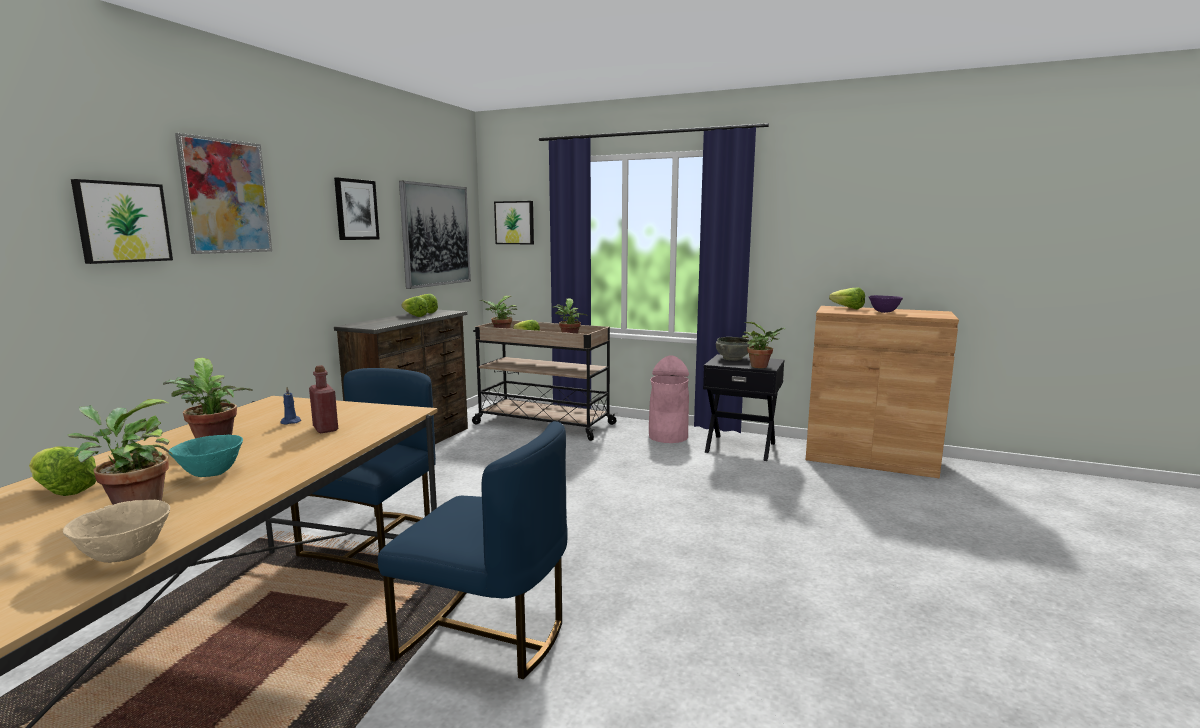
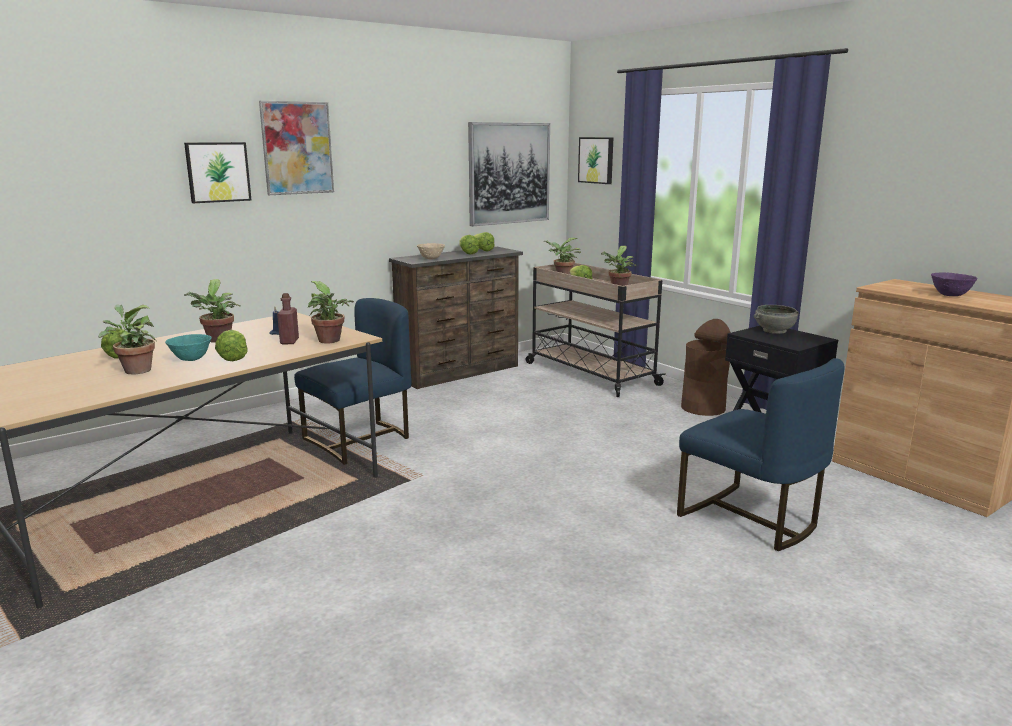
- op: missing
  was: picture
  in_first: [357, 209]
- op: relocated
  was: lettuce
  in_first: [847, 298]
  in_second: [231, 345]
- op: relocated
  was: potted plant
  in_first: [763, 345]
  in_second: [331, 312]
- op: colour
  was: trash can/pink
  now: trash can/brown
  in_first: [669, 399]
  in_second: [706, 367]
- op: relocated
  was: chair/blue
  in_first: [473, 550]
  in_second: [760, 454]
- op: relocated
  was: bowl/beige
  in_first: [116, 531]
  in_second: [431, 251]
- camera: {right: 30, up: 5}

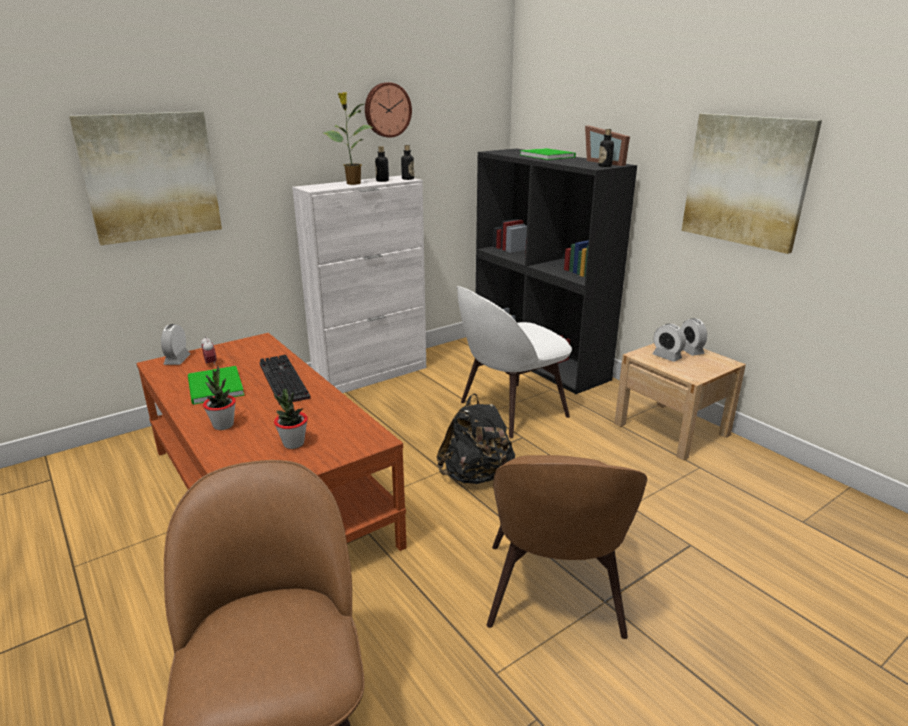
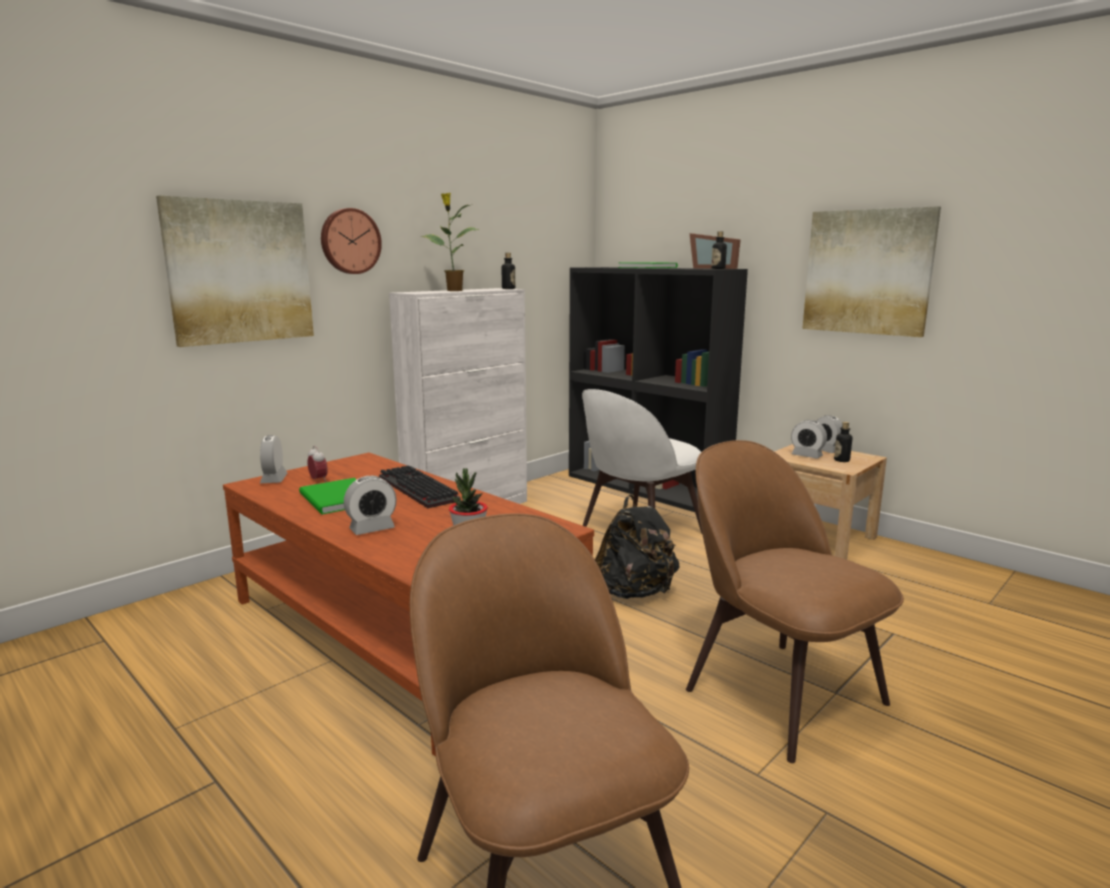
- op: relocated
  was: wall clock
  in_first: [388, 110]
  in_second: [351, 241]
- op: relocated
  was: bottle
  in_first: [382, 164]
  in_second: [843, 442]
- op: exchanged
  was: potted plant
  now: alarm clock
  in_first: [219, 398]
  in_second: [370, 505]
- op: spun
  was: chair/brown
  in_first: [567, 547]
  in_second: [795, 601]
  clockwise: 150
- camera: {right: -10, up: -10}

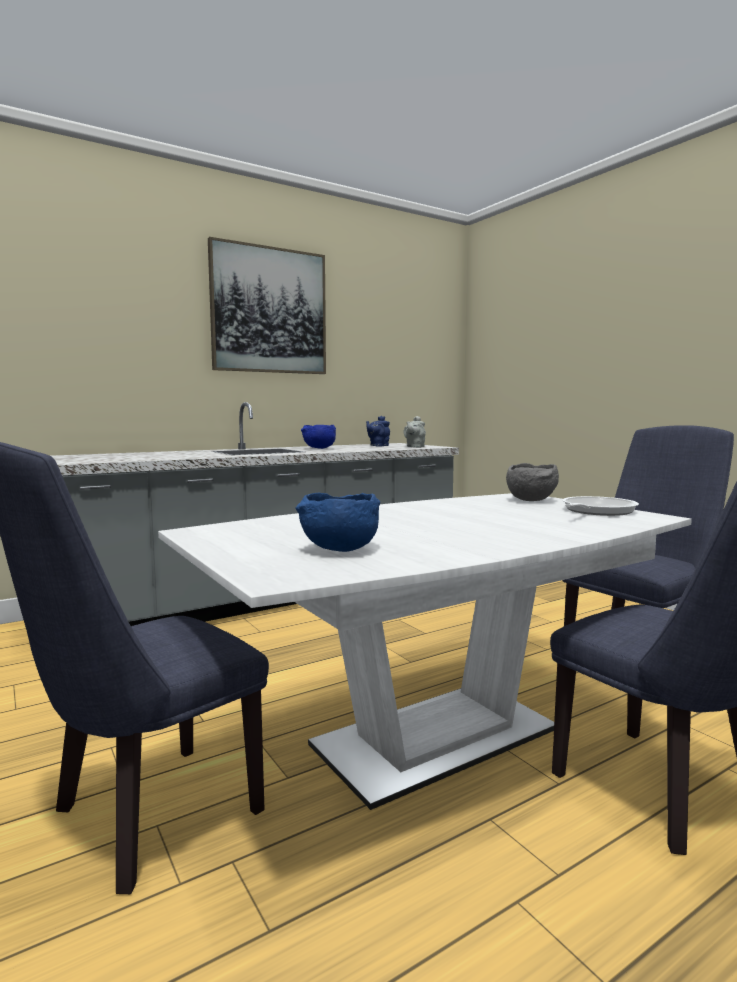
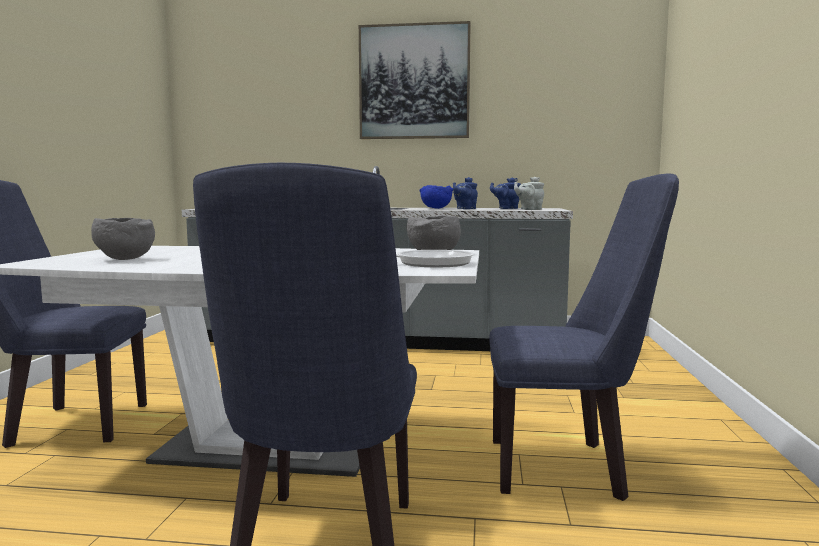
- op: colour
  was: bowl/blue
  now: bowl/grey
  in_first: [338, 522]
  in_second: [123, 239]
- op: appeared
  now: teapot/blue
  in_second: [465, 193]
- camera: {right: 40, up: 0}

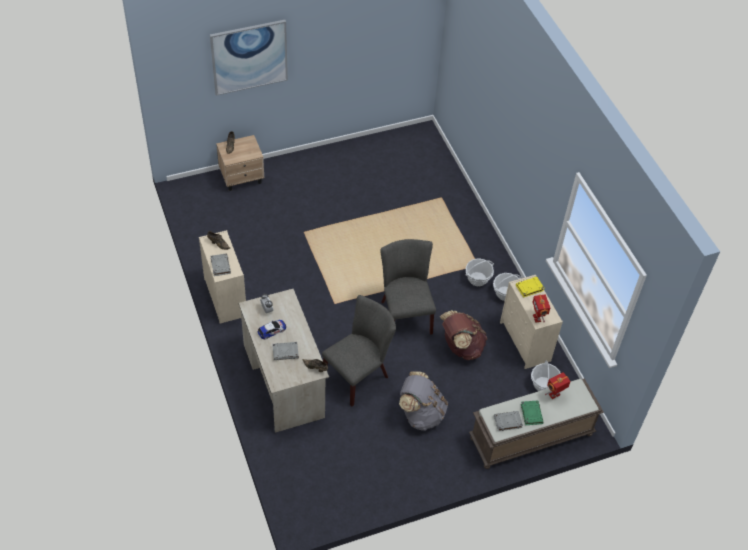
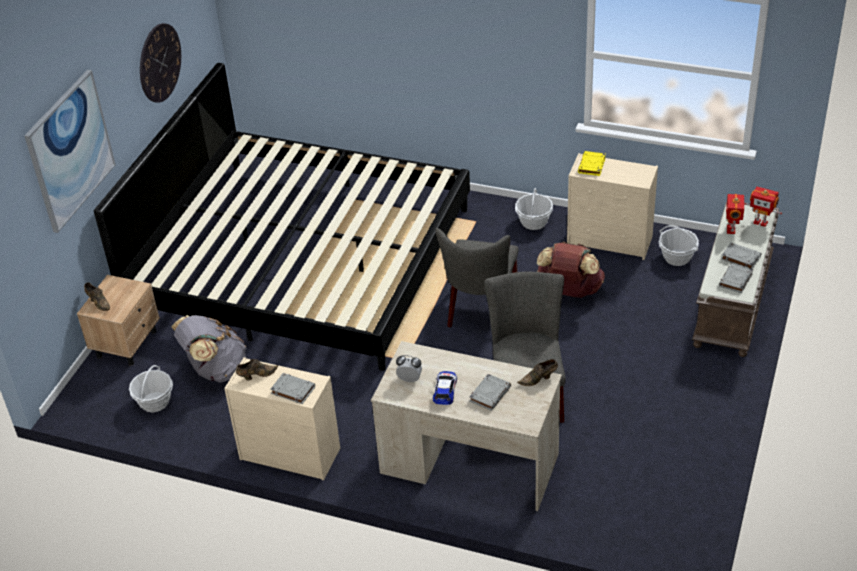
- op: spun
  was: chair/grey
  in_first: [408, 287]
  in_second: [476, 278]
  clockwise: -105
- op: relocated
  was: basket
  in_first: [480, 273]
  in_second: [151, 388]
- op: relocated
  was: toy robot
  in_first: [541, 309]
  in_second: [763, 207]
- op: relocated
  was: backpack/grey
  in_first: [423, 401]
  in_second: [209, 348]
- op: colour
  was: book/green
  now: book/grey
  in_first: [532, 412]
  in_second: [741, 256]
- op: appeared
  now: wall clock
  in_second: [160, 63]
- op: appeared
  now: bed
  in_second: [282, 217]
- camera: {right: -45, up: -10}

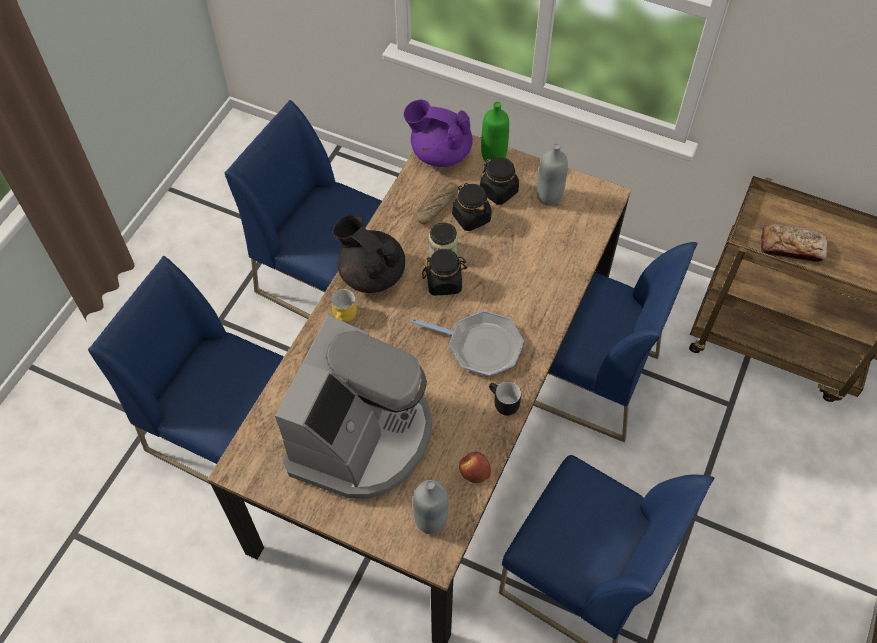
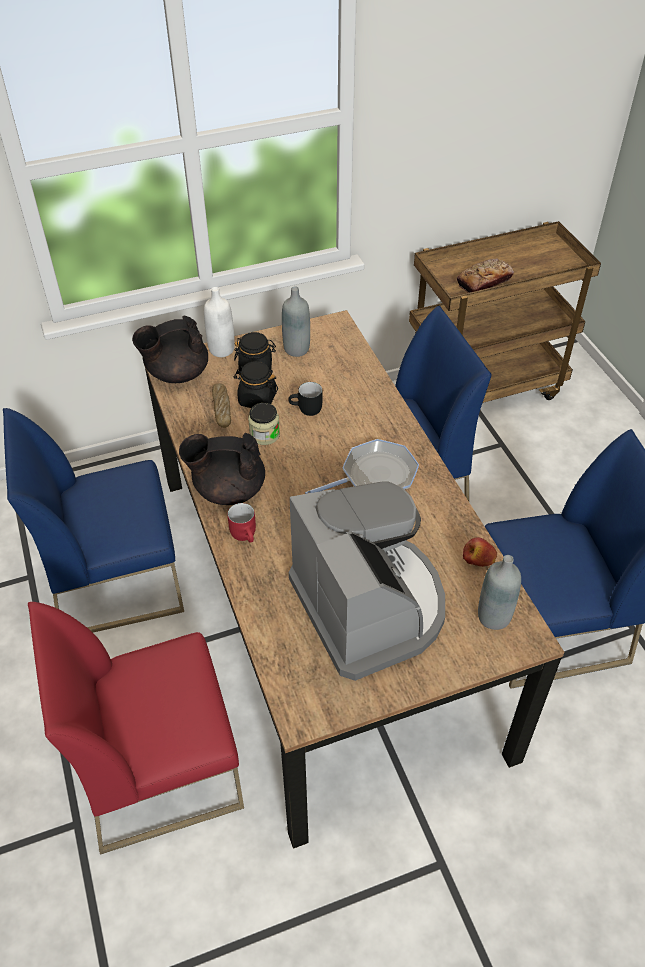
- op: colour
  was: teapot/purple
  now: teapot/black
  in_first: [438, 133]
  in_second: [170, 349]
- op: colour
  was: bottle/green
  now: bottle/white
  in_first: [495, 132]
  in_second: [219, 322]
- op: missing
  was: jar/black
  in_first: [444, 272]
- op: colour
  was: chair/blue
  now: chair/red
  in_first: [186, 370]
  in_second: [136, 728]
- op: colour
  was: mug/yellow
  now: mug/red
  in_first: [344, 305]
  in_second: [241, 523]
- op: relocated
  was: mug/black
  in_first: [505, 398]
  in_second: [305, 399]
- camera: {right: -45, up: -10}

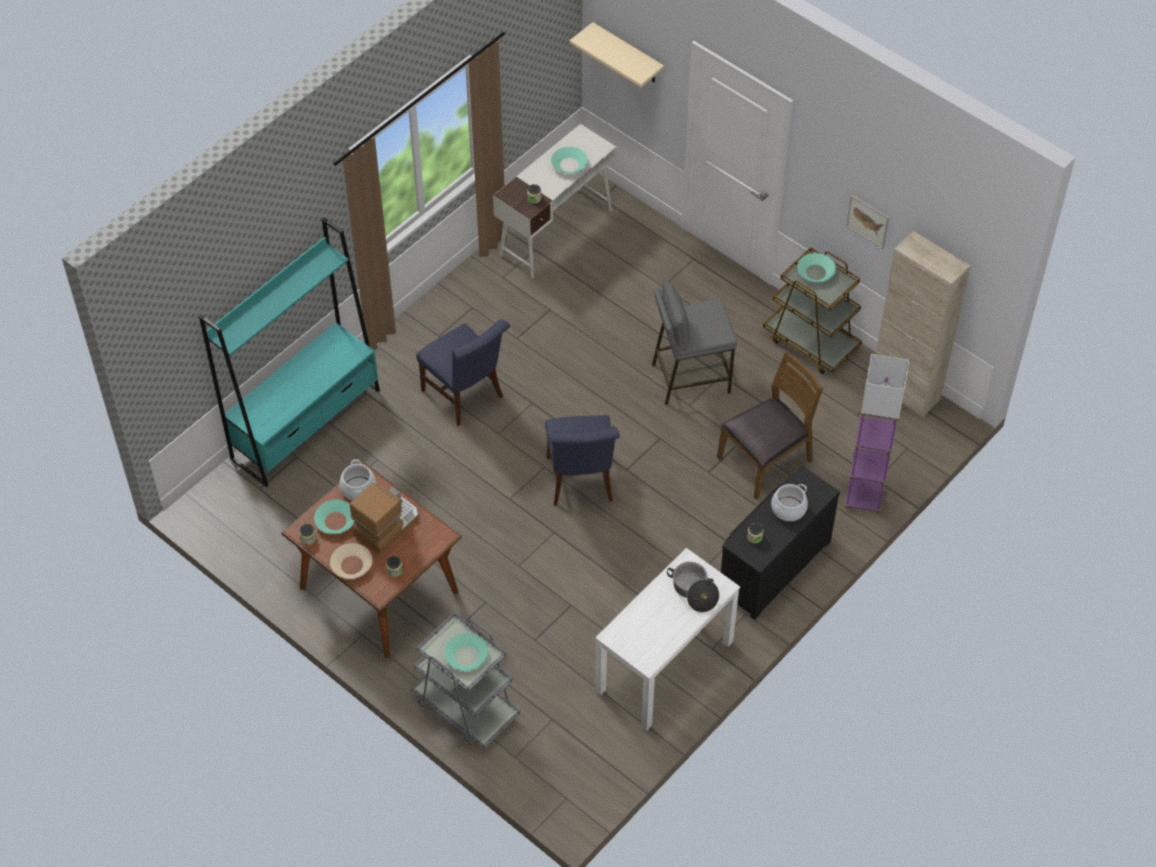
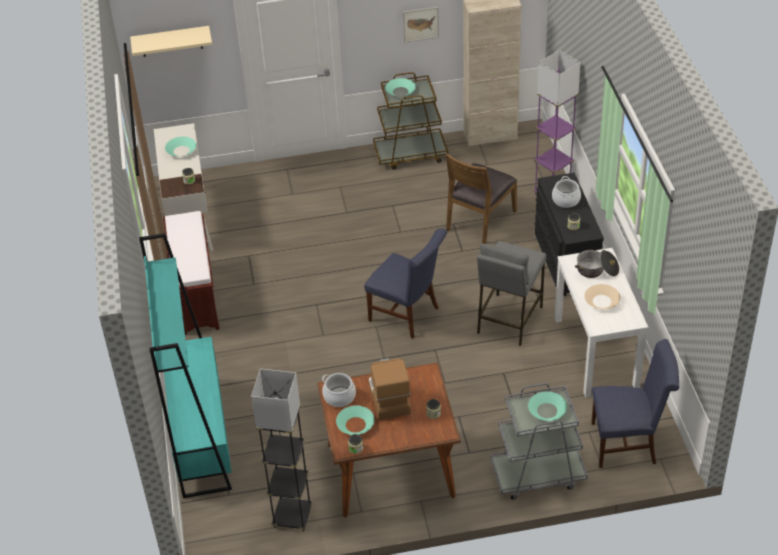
- op: relocated
  was: stool/grey
  in_first: [694, 342]
  in_second: [511, 293]
- op: relocated
  was: chair/blue
  in_first: [463, 373]
  in_second: [635, 403]
- op: spun
  was: chair/brown
  in_first: [770, 425]
  in_second: [481, 199]
  clockwise: -150
- op: relocated
  was: bowl/beige
  in_first: [351, 561]
  in_second: [602, 296]
- op: appeared
  now: bench/brown
  in_second: [191, 273]
- op: appeared
  now: floor lamp/grey
  in_second: [281, 450]
- camera: {right: -50, up: -10}

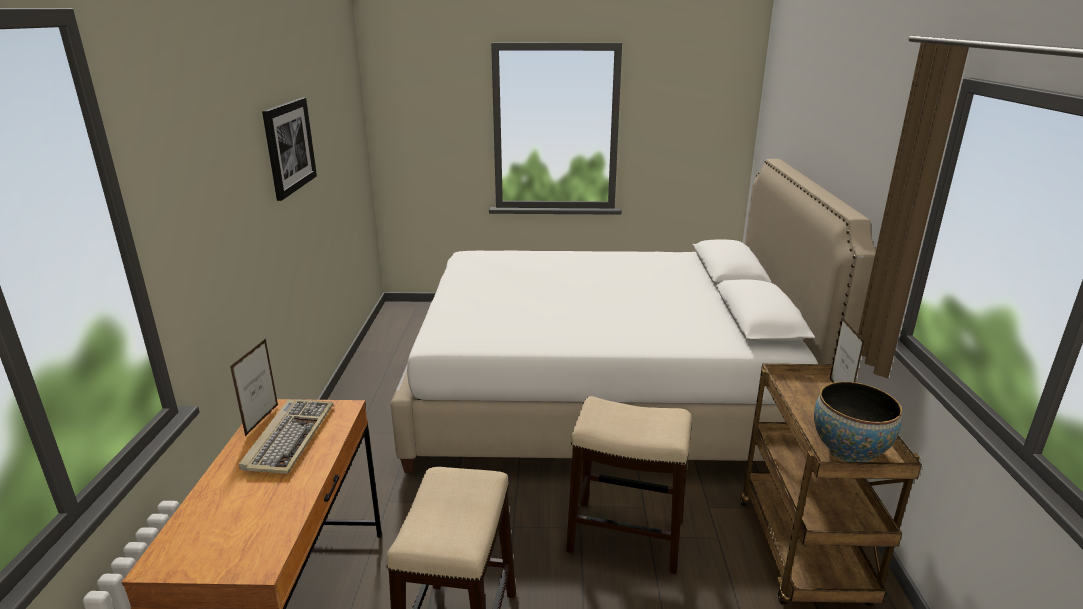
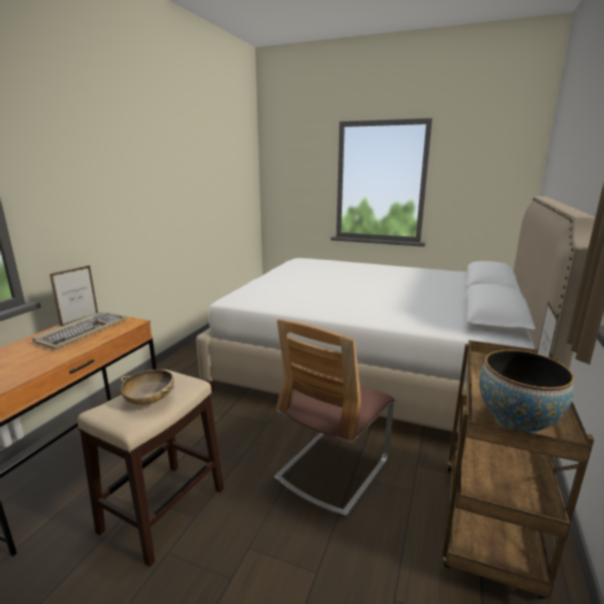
- op: missing
  was: picture
  in_first: [289, 149]
- op: exchanged
  was: stool
  now: chair
  in_first: [629, 485]
  in_second: [334, 418]
- op: appeared
  now: bowl/beige
  in_second: [147, 387]
- camera: {right: 20, up: -5}

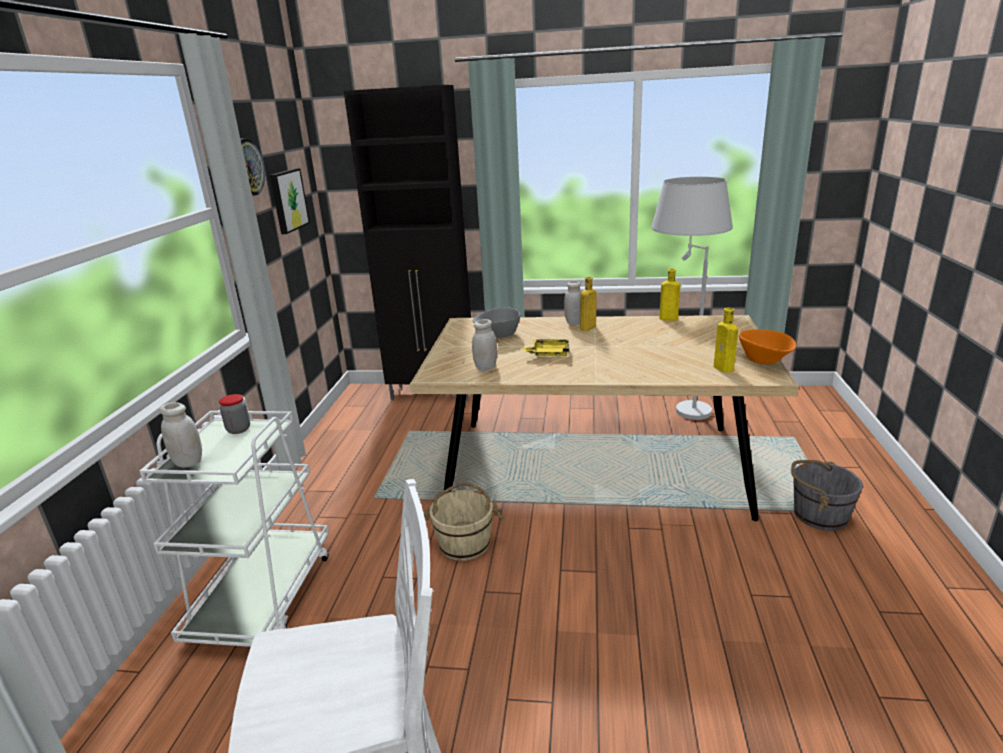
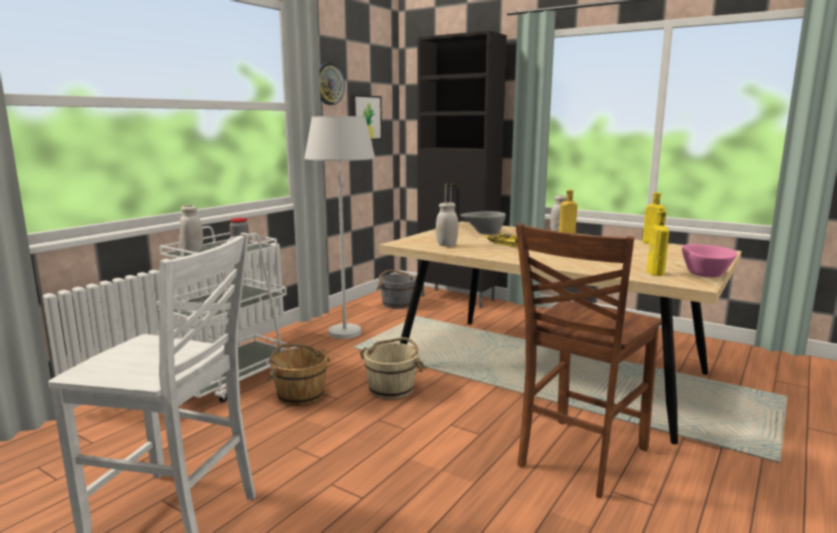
- op: relocated
  was: floor lamp/white
  in_first: [692, 298]
  in_second: [340, 227]
- op: colour
  was: bowl/orange
  now: bowl/pink
  in_first: [767, 346]
  in_second: [709, 260]
- op: relocated
  was: bucket/grey
  in_first: [827, 495]
  in_second: [396, 289]
- op: appeared
  now: chair/brown
  in_second: [589, 360]
- op: appeared
  now: bucket/brown
  in_second: [298, 374]
- camera: {right: 25, up: -10}

